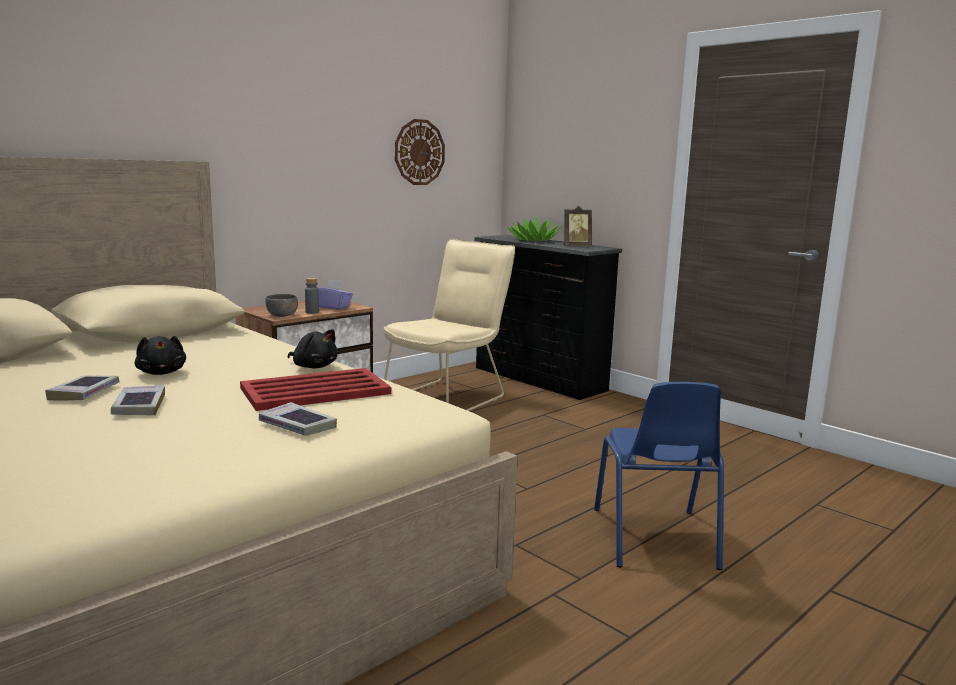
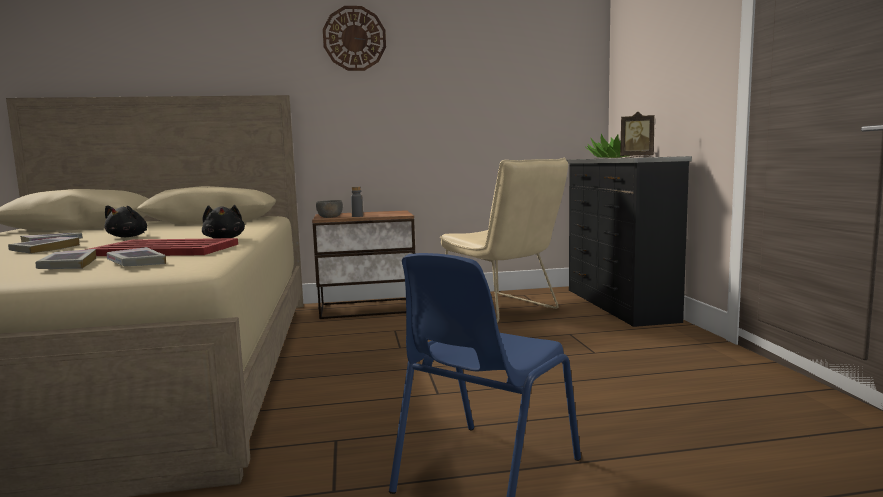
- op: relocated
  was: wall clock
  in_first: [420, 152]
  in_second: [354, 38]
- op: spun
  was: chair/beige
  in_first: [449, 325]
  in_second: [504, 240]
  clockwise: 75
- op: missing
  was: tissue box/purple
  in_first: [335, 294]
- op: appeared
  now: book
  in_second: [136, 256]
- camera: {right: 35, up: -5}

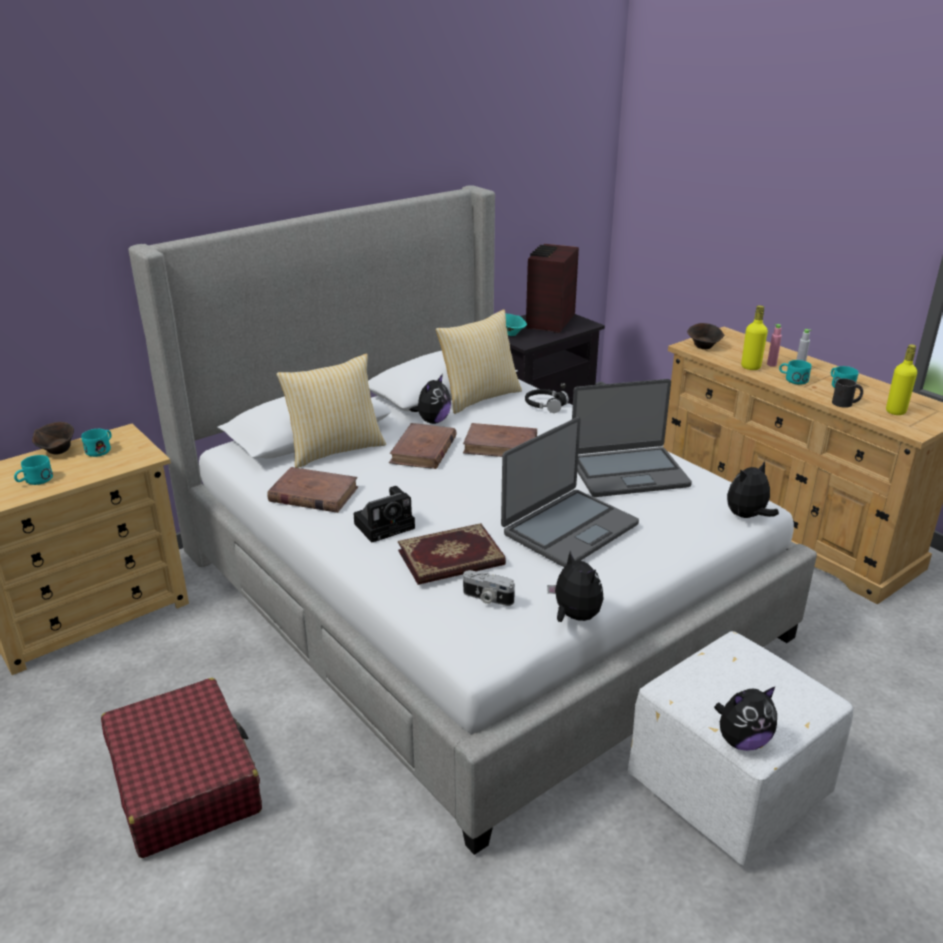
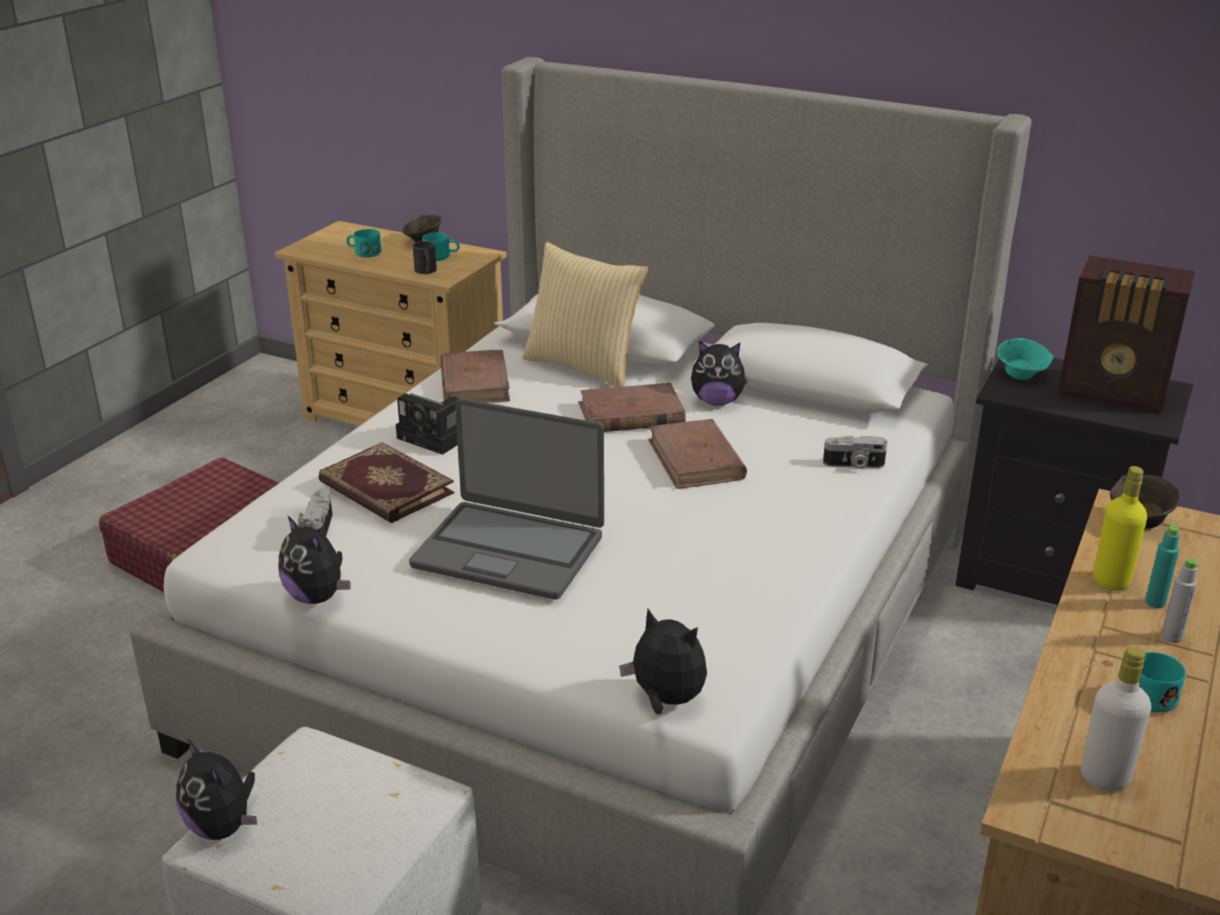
- op: spun
  was: radio
  in_first: [552, 288]
  in_second: [1126, 334]
  clockwise: -150
- op: missing
  was: pillow
  in_first: [479, 362]
- op: colour
  was: bottle/pink
  now: bottle/turquoise
  in_first: [774, 345]
  in_second: [1162, 566]
- op: colour
  was: bottle/yellow
  now: bottle/white
  in_first: [901, 379]
  in_second: [1116, 719]
- op: missing
  was: mug/turquoise
  in_first: [795, 372]
- op: relocated
  was: mug/black
  in_first: [847, 393]
  in_second: [425, 257]
- op: missing
  was: laptop
  in_first: [632, 438]
- op: exchanged
  was: headphones/black
  now: photo camera
  in_first: [547, 401]
  in_second: [855, 452]
- op: spun
  was: plush toy
  in_first: [575, 586]
  in_second: [315, 559]
  clockwise: 105
- camera: {right: 65, up: 0}

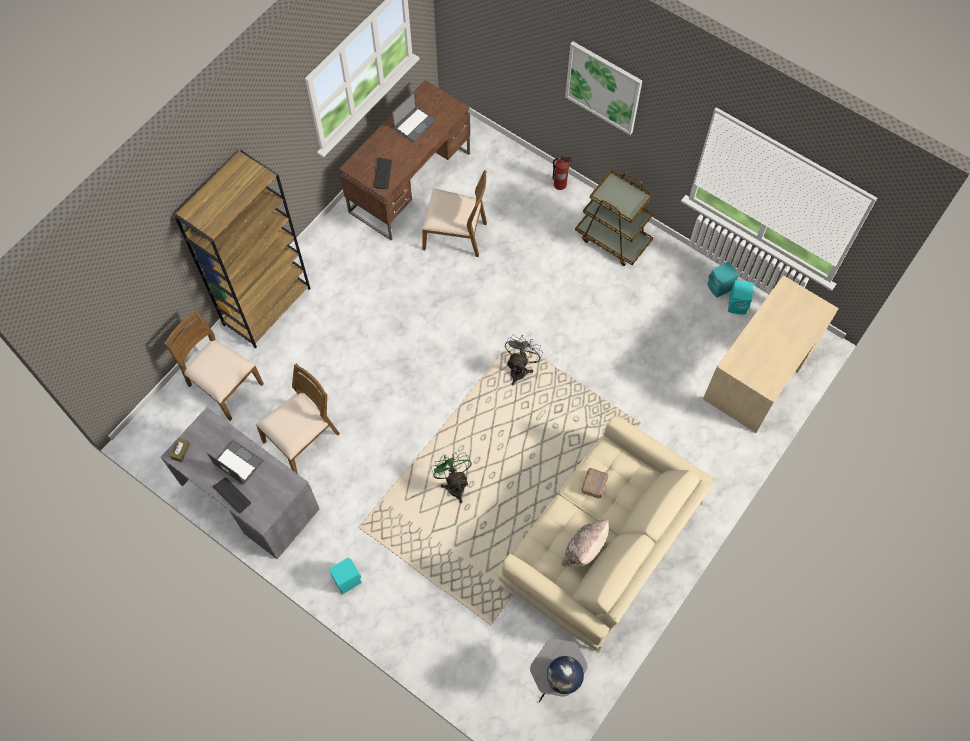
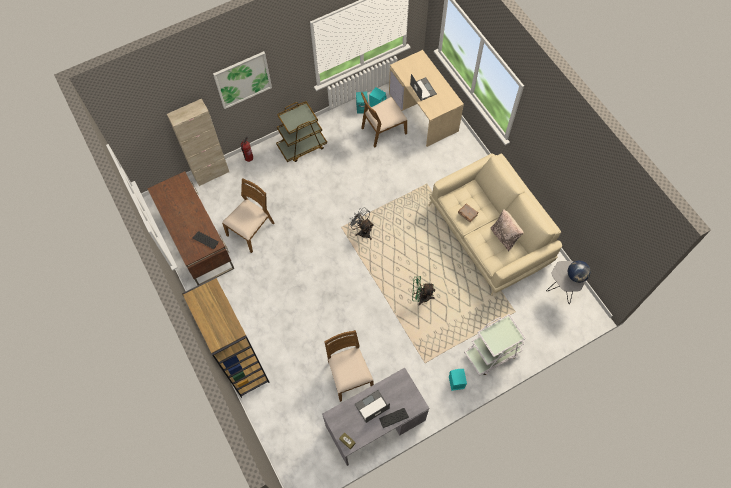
- op: relocated
  was: laptop
  in_first: [414, 117]
  in_second: [423, 87]
- op: relocated
  was: chair/brown
  in_first: [214, 365]
  in_second: [384, 120]
- op: appeared
  now: cabinet/beige
  in_second: [198, 142]
- op: appeared
  now: cart/white
  in_second: [495, 345]
- camera: {right: -65, up: 0}

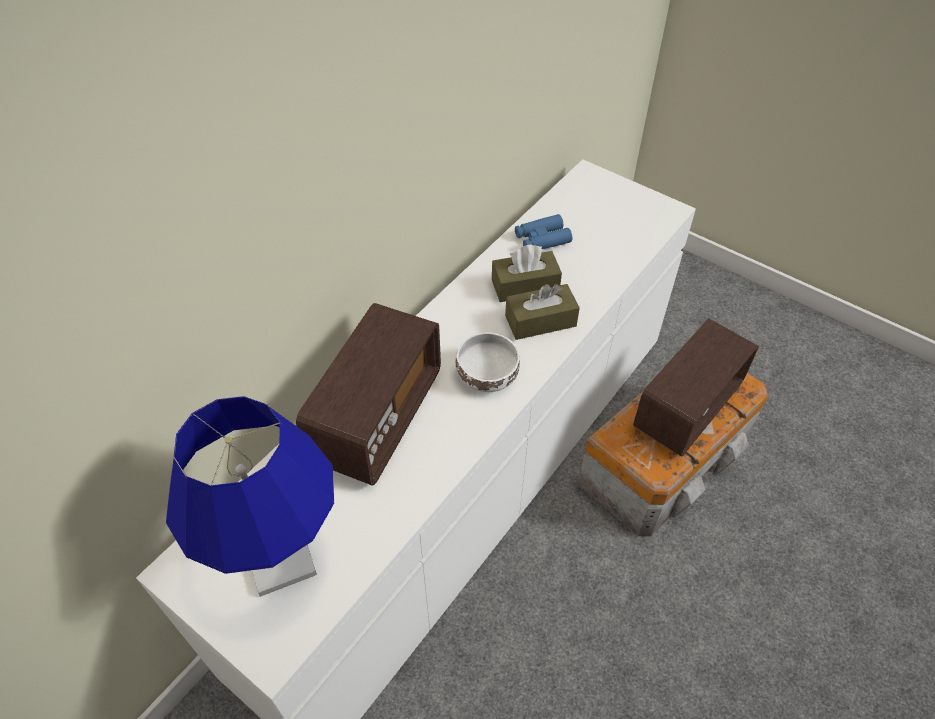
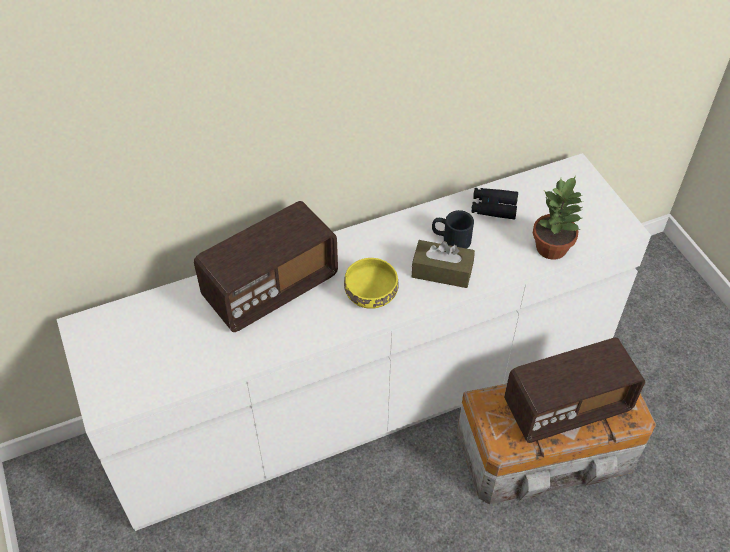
- op: colour
  was: binoculars/blue
  now: binoculars/black
  in_first: [543, 231]
  in_second: [494, 204]
- op: exchanged
  was: tissue box/brown
  now: mug/black
  in_first: [527, 273]
  in_second: [453, 229]
- op: colour
  was: bowl/white
  now: bowl/yellow
  in_first: [488, 362]
  in_second: [371, 283]
- op: missing
  was: table lamp/blue
  in_first: [250, 496]
- op: appeared
  now: potted plant
  in_second: [558, 218]
- camera: {right: 30, up: 0}

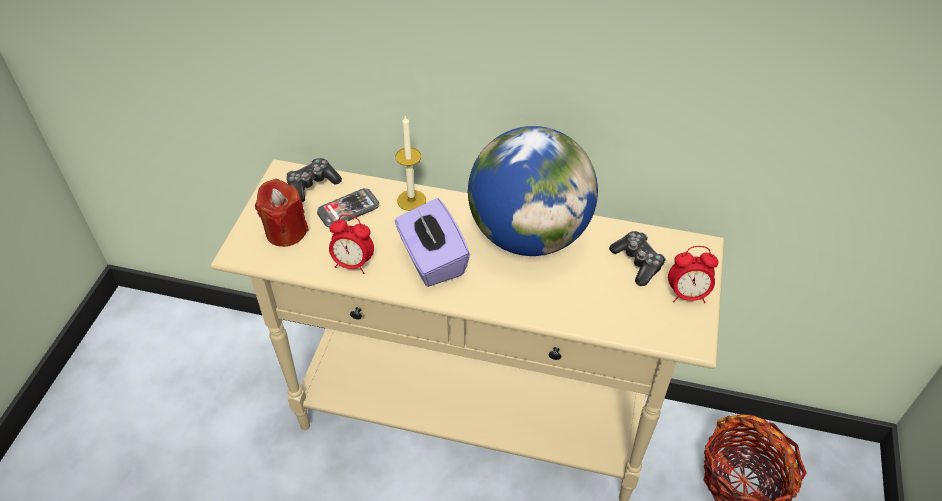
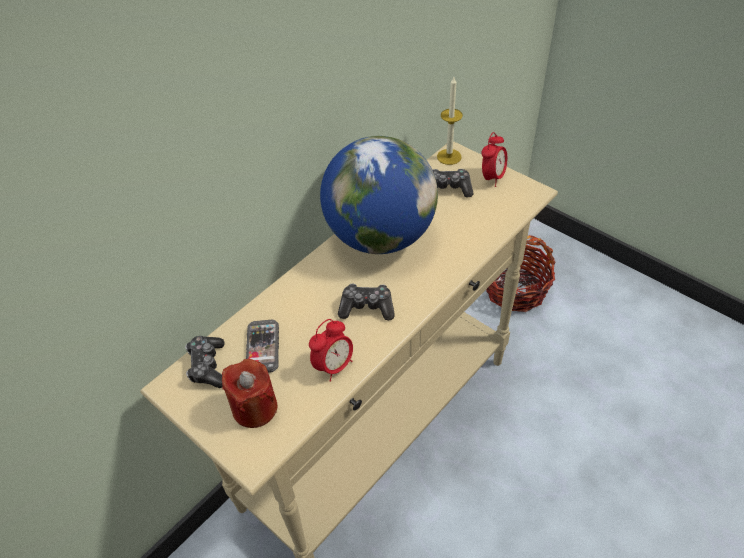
- op: relocated
  was: candle
  in_first: [410, 163]
  in_second: [450, 121]
- op: exchanged
  was: tissue box/purple
  now: game controller
  in_first: [432, 242]
  in_second: [366, 302]
- camera: {right: -60, up: 0}

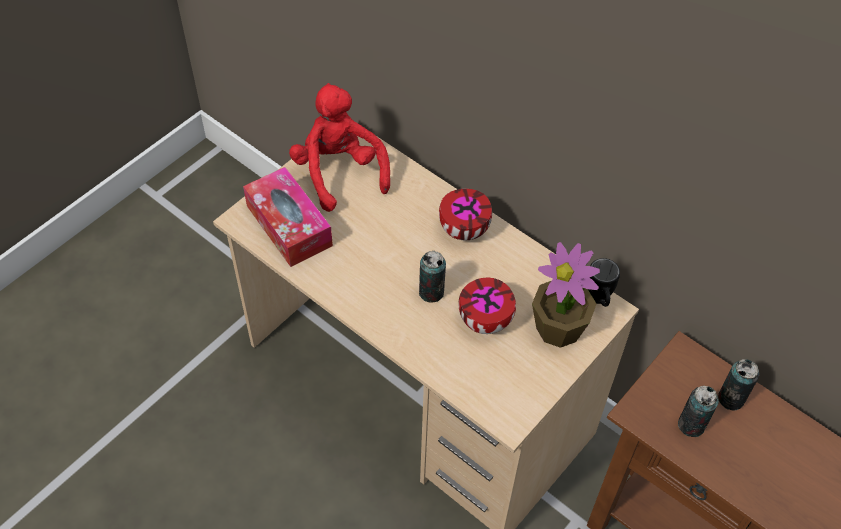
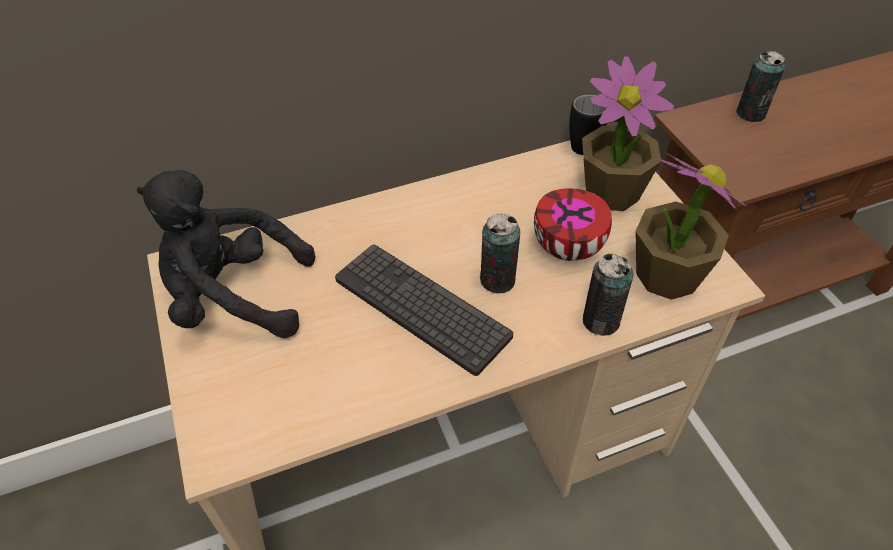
- op: colour
  was: plush toy/red
  now: plush toy/black
  in_first: [339, 147]
  in_second: [226, 254]
- op: missing
  was: tissue box
  in_first: [288, 217]
- op: missing
  was: bowl
  in_first: [465, 214]
- op: relocated
  was: can
  in_first: [698, 411]
  in_second: [608, 294]
- op: appeared
  now: potted plant
  in_second: [690, 226]
- op: appeared
  now: keyboard
  in_second: [424, 310]
- camera: {right: -60, up: -5}

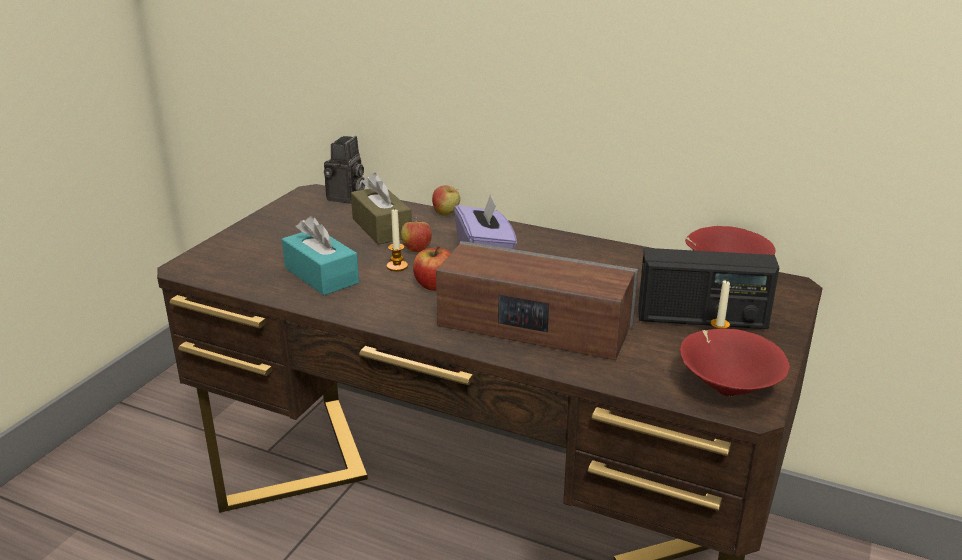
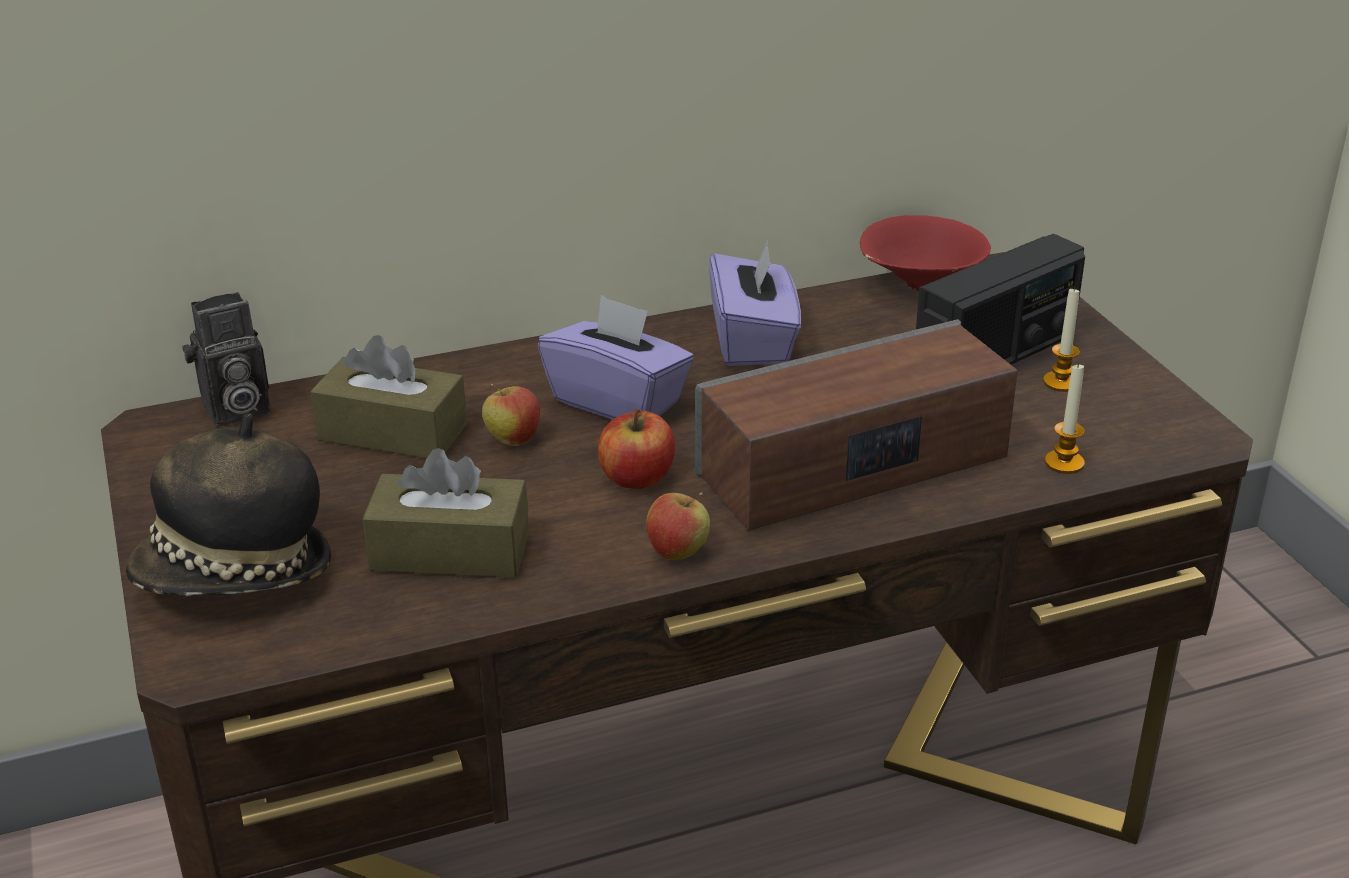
- op: spun
  was: photo camera
  in_first: [344, 170]
  in_second: [226, 359]
  clockwise: 90
- op: relocated
  was: apple
  in_first: [446, 200]
  in_second: [678, 526]
- op: relocated
  was: candle
  in_first: [397, 239]
  in_second: [1065, 418]
- op: colour
  was: tissue box/turquoise
  now: tissue box/brown
  in_first: [320, 255]
  in_second: [445, 513]
- op: missing
  was: bowl/red
  in_first: [735, 363]
- op: appeared
  now: tissue box/purple
  in_second: [755, 303]
- op: appeared
  now: hat
  in_second: [228, 505]
- camera: {right: -45, up: 5}

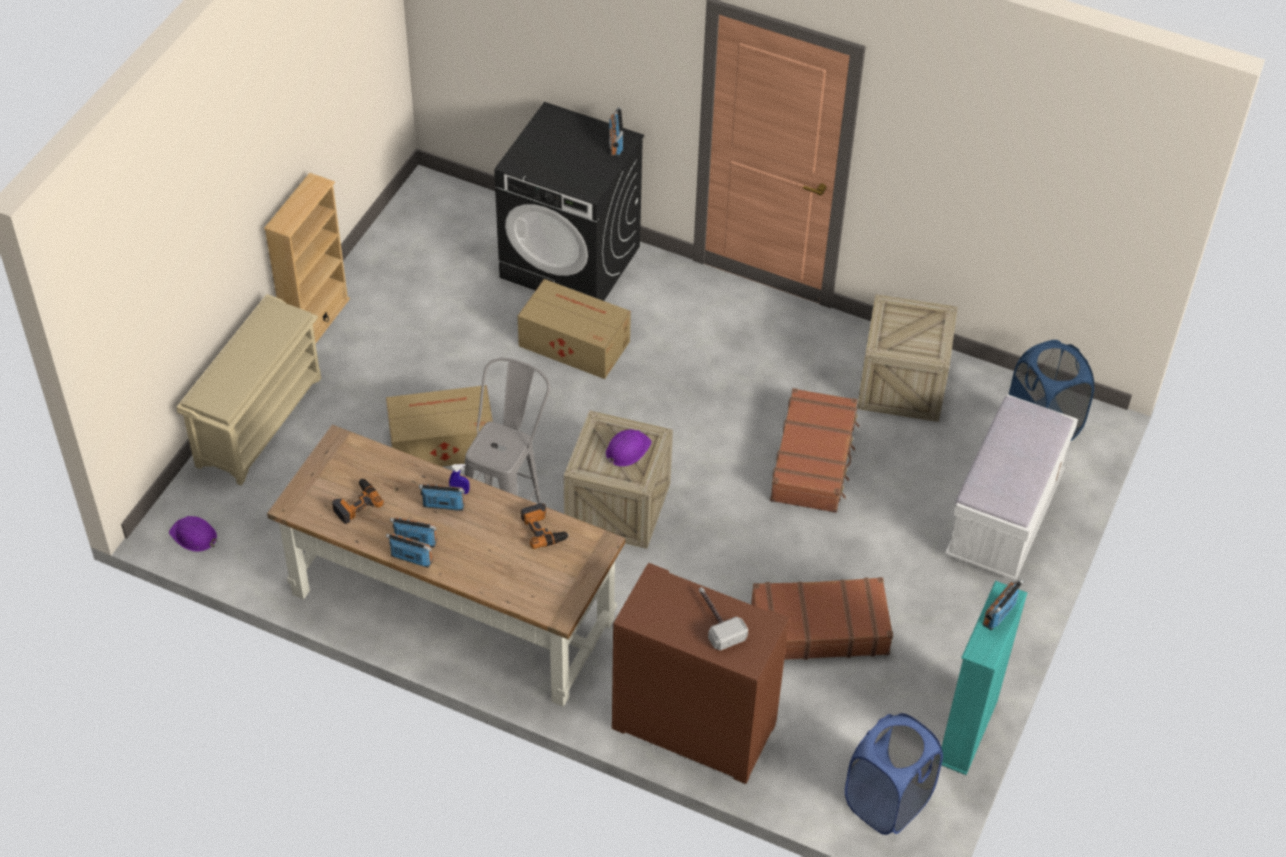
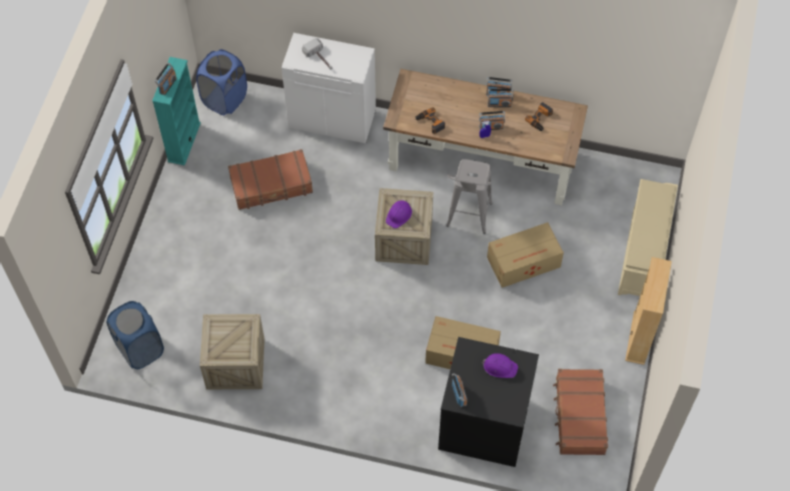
- op: relocated
  was: suitcase/brown
  in_first: [814, 450]
  in_second: [580, 412]
- op: missing
  was: bench/white
  in_first: [1011, 487]
- op: relocated
  was: hard hat/purple
  in_first: [193, 534]
  in_second: [499, 365]
- op: colour
  was: cabinet/brown
  now: cabinet/white
  in_first: [701, 673]
  in_second: [329, 88]
- camera: {right: 170, up: 10}

